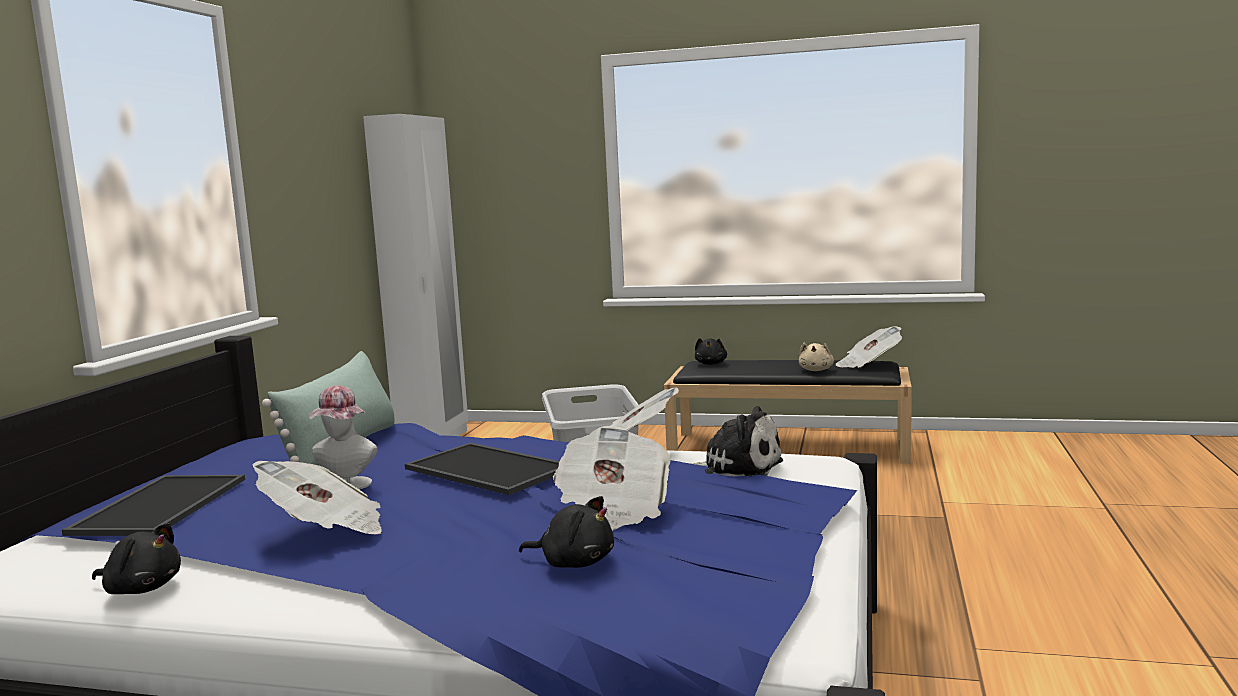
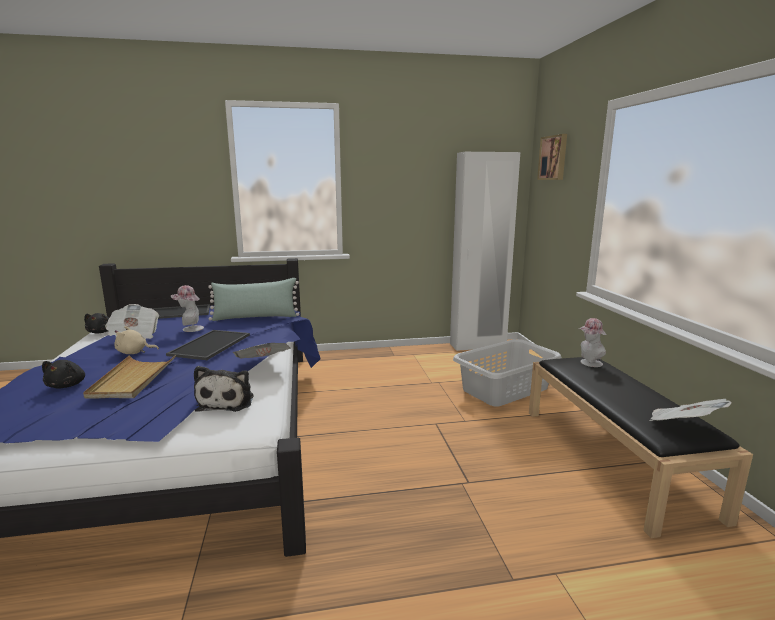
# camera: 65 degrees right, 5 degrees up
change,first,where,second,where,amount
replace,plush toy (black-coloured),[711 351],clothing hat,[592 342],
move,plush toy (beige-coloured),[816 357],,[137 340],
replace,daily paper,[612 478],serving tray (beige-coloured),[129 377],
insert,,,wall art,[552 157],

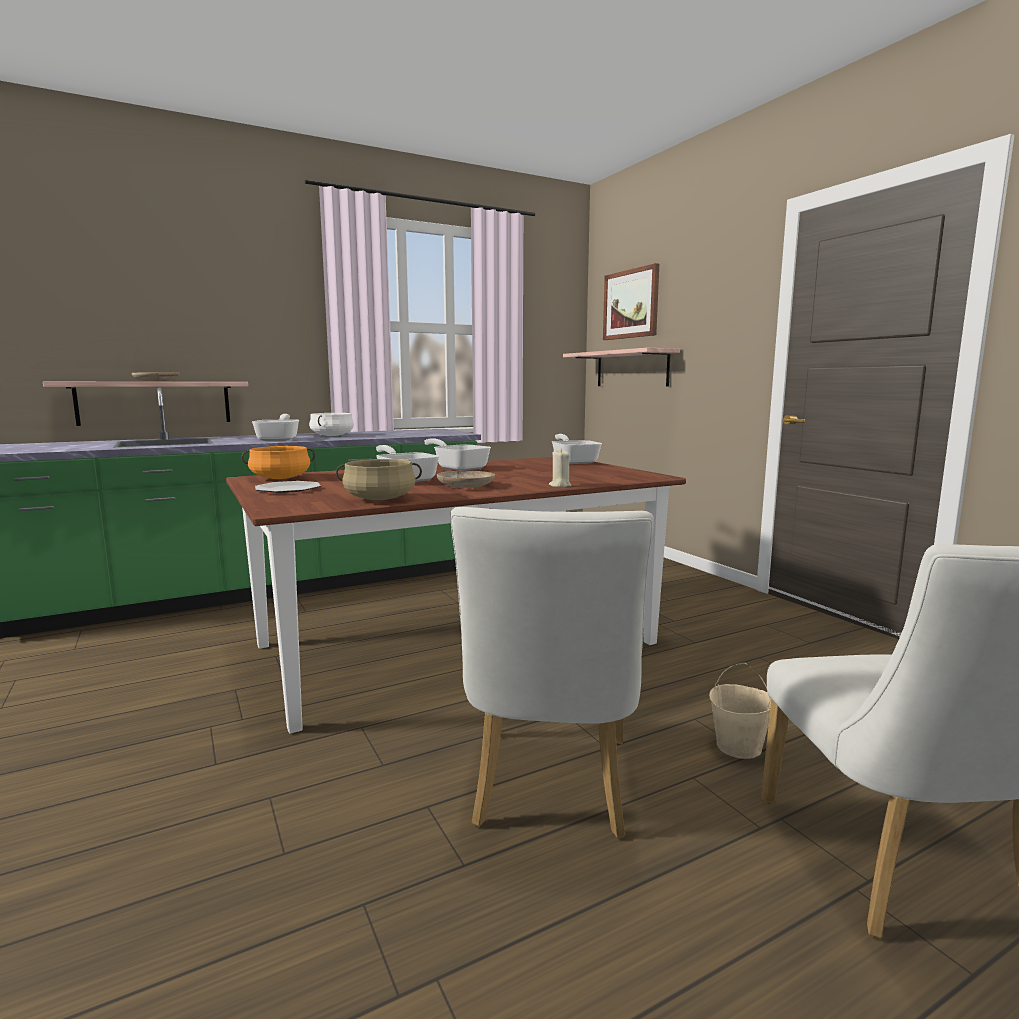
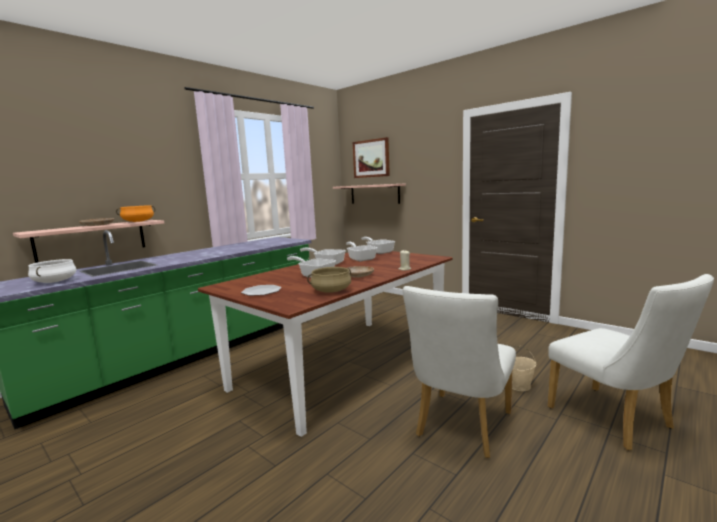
# camera: 20 degrees left, 0 degrees up
change,first,where,second,where,amount
move,stockpot (white-coloured),[331 424],,[52 271],
move,skillet,[275 427],,[361 251],
move,stockpot (orangey),[278 462],,[135 213],
rotate,plain chair (white-coloured),[552 672],,[459 372],45 degrees clockwise

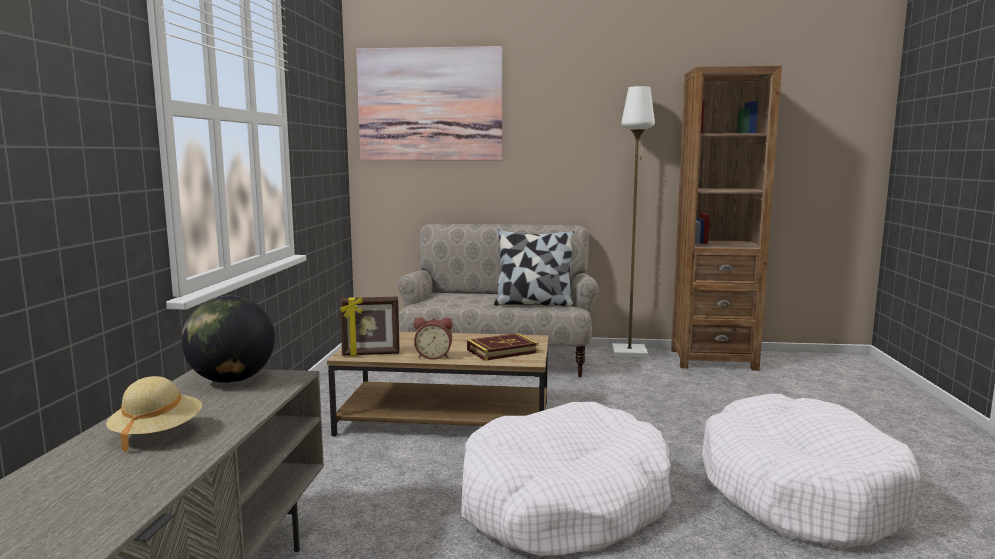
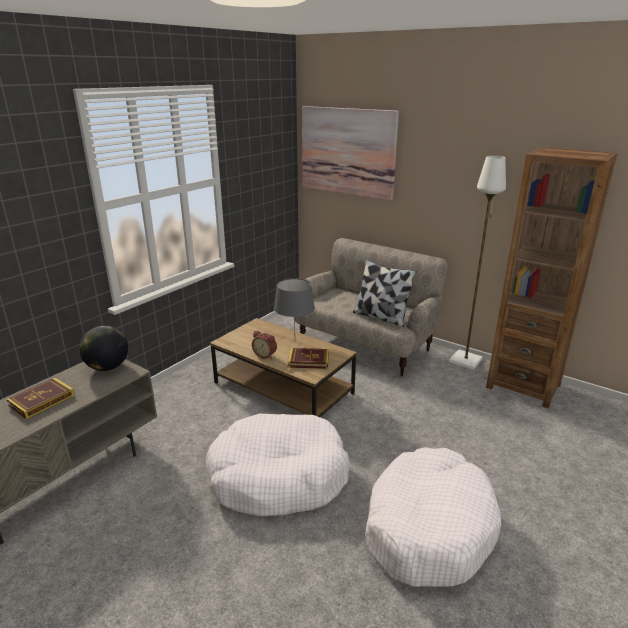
# camera: 30 degrees right, 15 degrees up
change,first,where,second,where,amount
delete,picture frame,[370 326],,,
replace,clothing hat (beige-coloured),[154 414],bound book,[41 398],
insert,,,tabletop lamp (grey),[294 304],

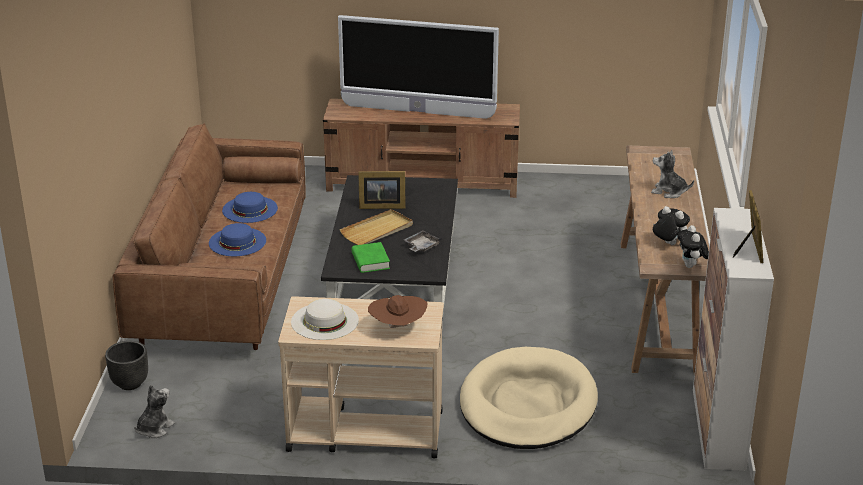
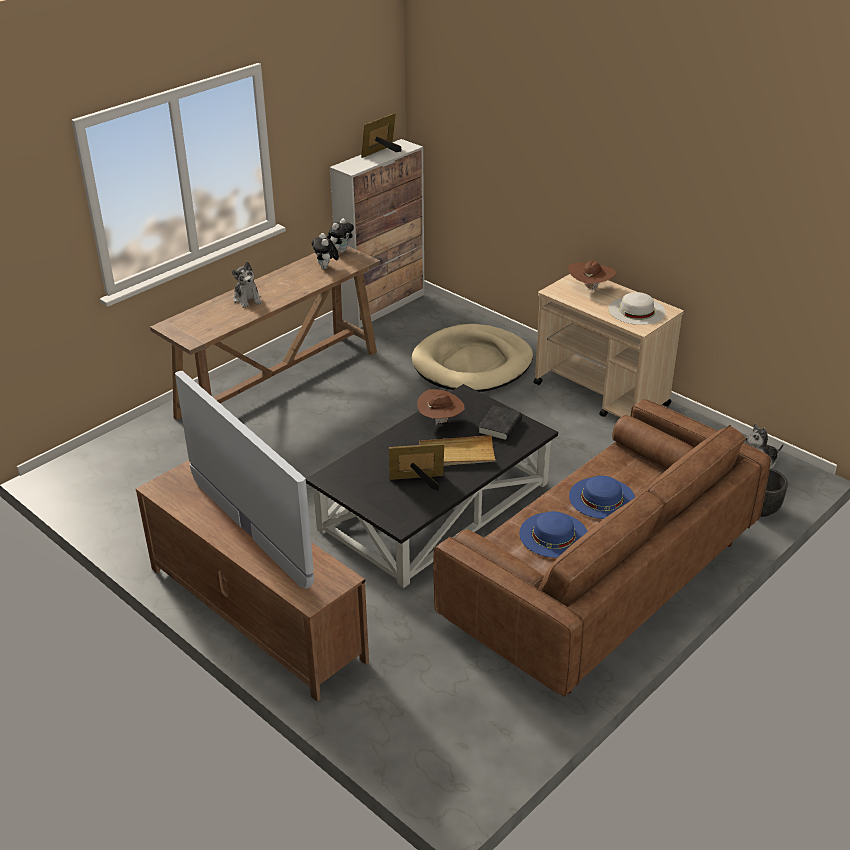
# camera: 140 degrees left, 5 degrees up
change,first,where,second,where,amount
rotate,picture frame,[381 190],,[416 467],45 degrees counterclockwise
replace,serving tray (grey),[423 241],clothing hat (brown),[441 407],
recolor,bound book (greenish),[371 257],bound book (black-coloured),[500 423],

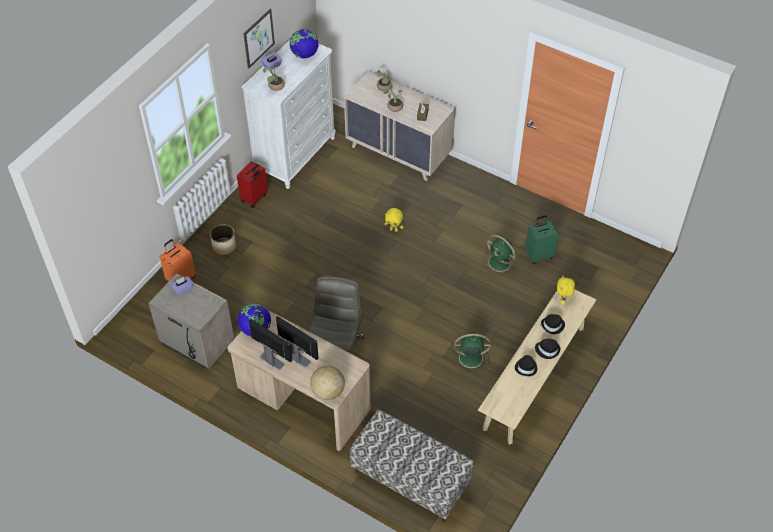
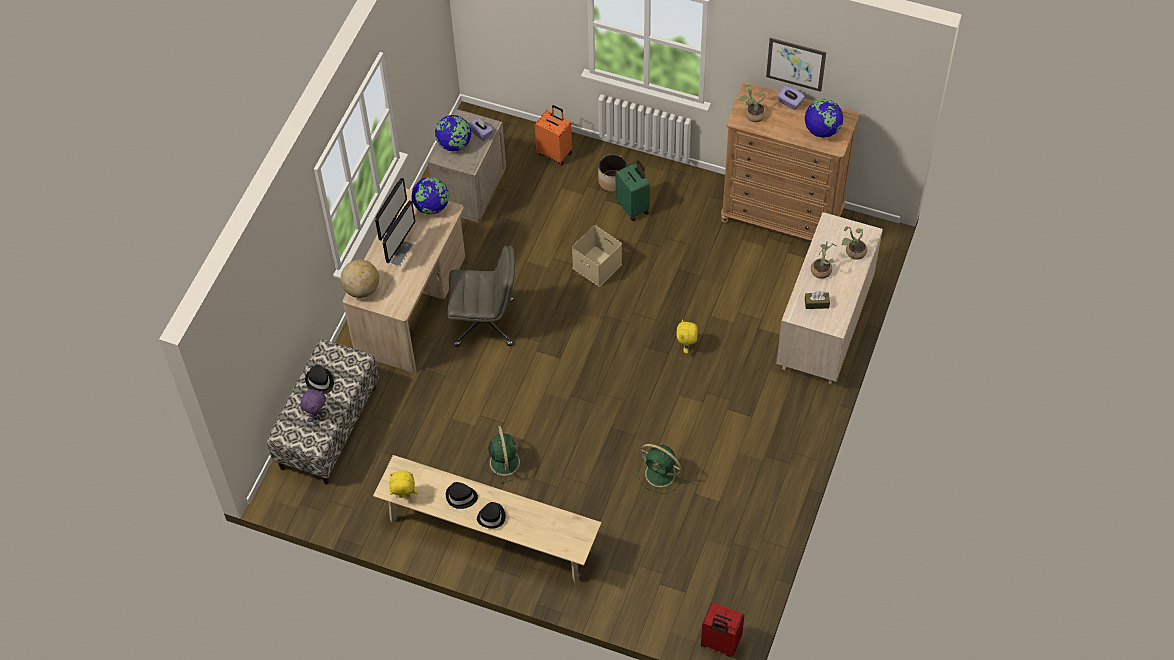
# camera: 80 degrees right, 5 degrees up
change,first,where,second,where,amount
recolor,dresser (white-coloured),[289 114],dresser (brown),[790 161],
move,suitcase (red-coloured),[252 185],,[722 630],
move,suitcase (greenish),[542 239],,[633 191],
rotate,electric fan (greenish),[500 255],,[661 469],90 degrees counterclockwise
move,plush toy (yellow-coloured),[566 290],,[403 485],
move,clothing hat (black-coloured),[553 324],,[319 379],
insert,,,globe,[453 133],
insert,,,storage container (beige-coloured),[597 256],
insert,,,plush toy (purple-coloured),[313 405],

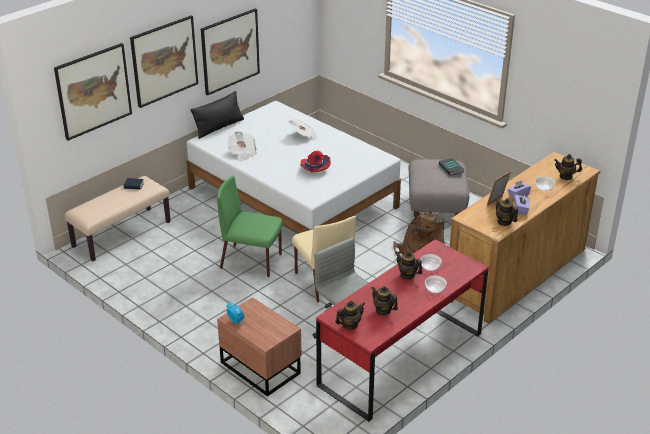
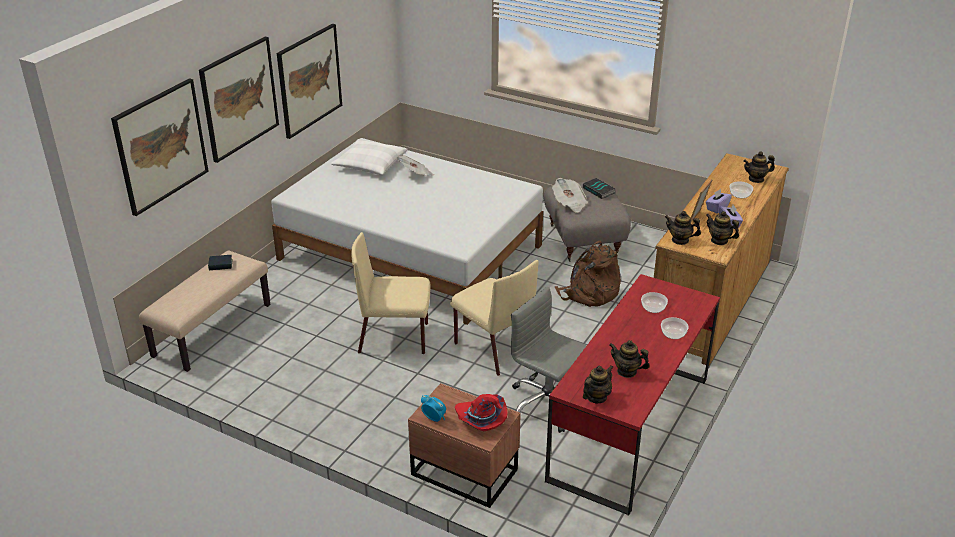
# camera: 15 degrees left, 0 degrees up
change,first,where,second,where,amount
delete,cushion (black-coloured),[217 115],,,
move,daily paper,[242 146],,[570 195],
move,clothing hat (red-coloured),[315 161],,[481 412],
recolor,plain chair (greenish),[250 226],plain chair (beige-coloured),[390 293],
move,teapot,[409 265],,[683 228],
insert,,,cushion (white-coloured),[369 157],

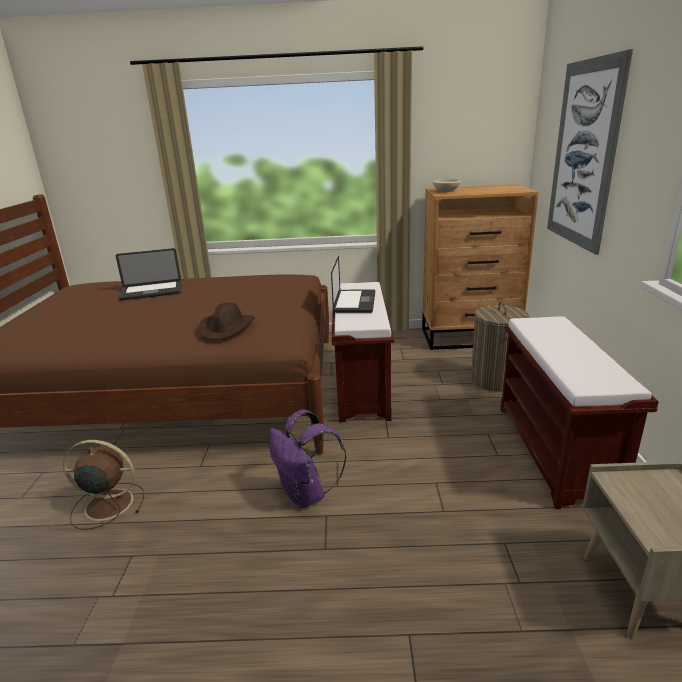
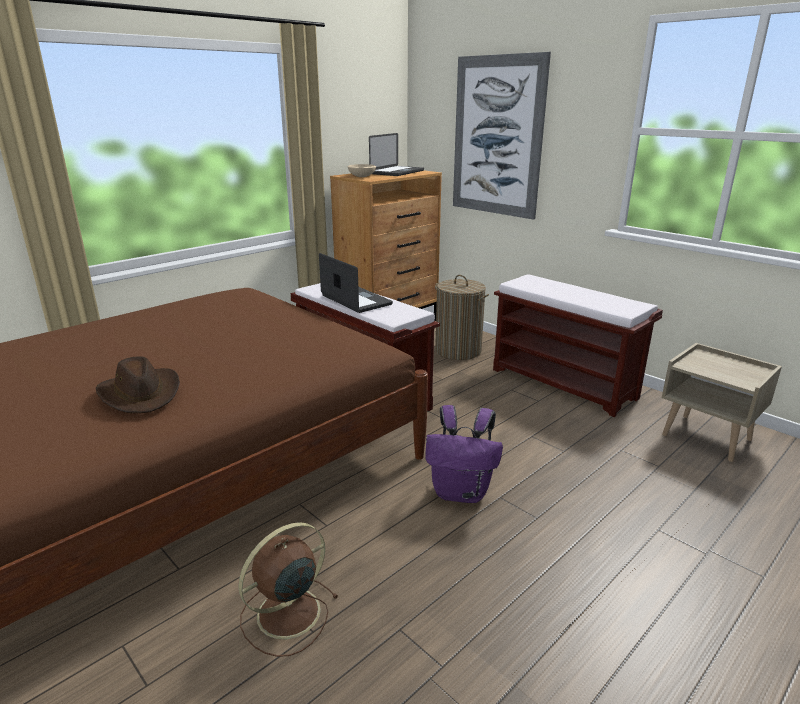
# camera: 45 degrees left, 0 degrees up
change,first,where,second,where,amount
move,portable computer,[148 274],,[396 154],
move,clothing hat (brown),[226 321],,[138 384],

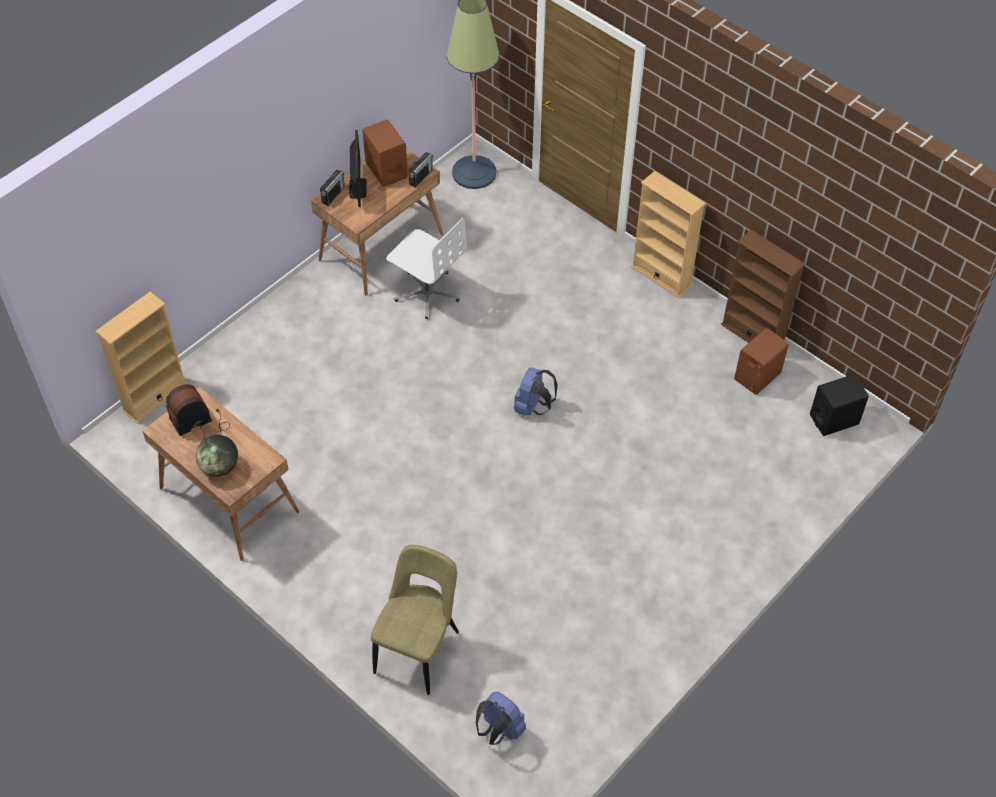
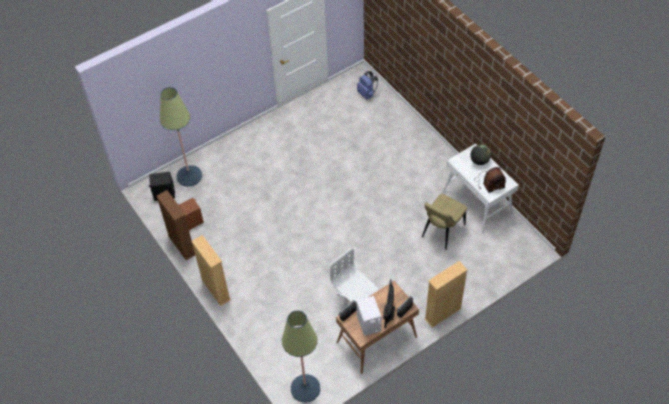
# camera: 165 degrees left, 0 degrees up
change,first,where,second,where,amount
recolor,audio speaker (brown),[385 153],audio speaker (white-coloured),[369 316],
move,bookcase (beige-coloured),[141 357],,[446 294],
delete,backpack (blue-coloured),[536 392],,,
recolor,desk (brown),[220 474],desk (white-coloured),[481 188],
move,plain chair (beige-coloured),[415 620],,[444 222],
insert,,,standard lamp,[181 137],

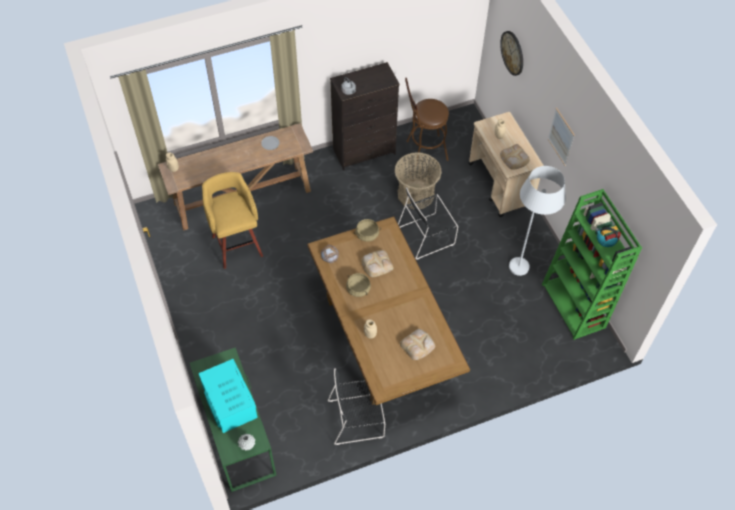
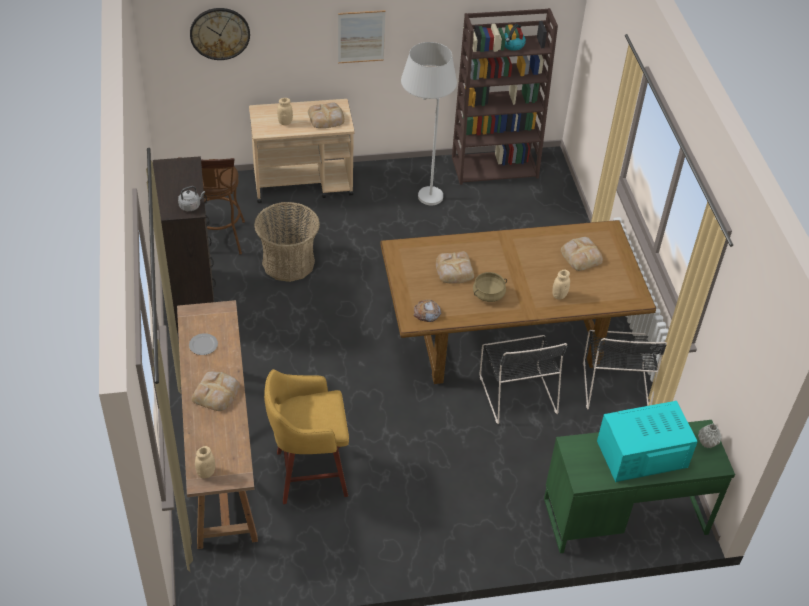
# camera: 80 degrees left, 10 degrees down
change,first,where,second,where,amount
move,plain chair (black-coloured),[428 223],,[524 379],
recolor,bookcase (greenish),[592 264],bookcase (brown),[505 96],
delete,stockpot (beige-coloured),[367 230],,,
insert,,,baked bread,[216 391],

